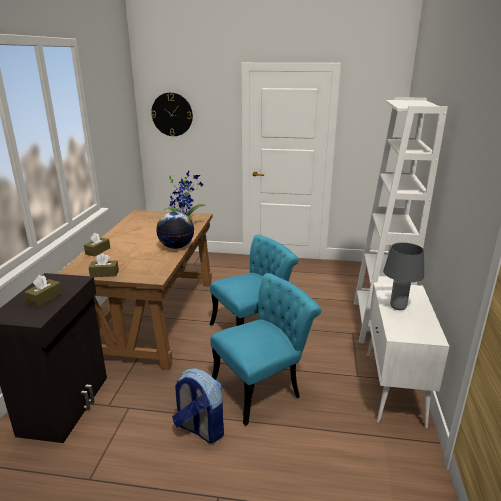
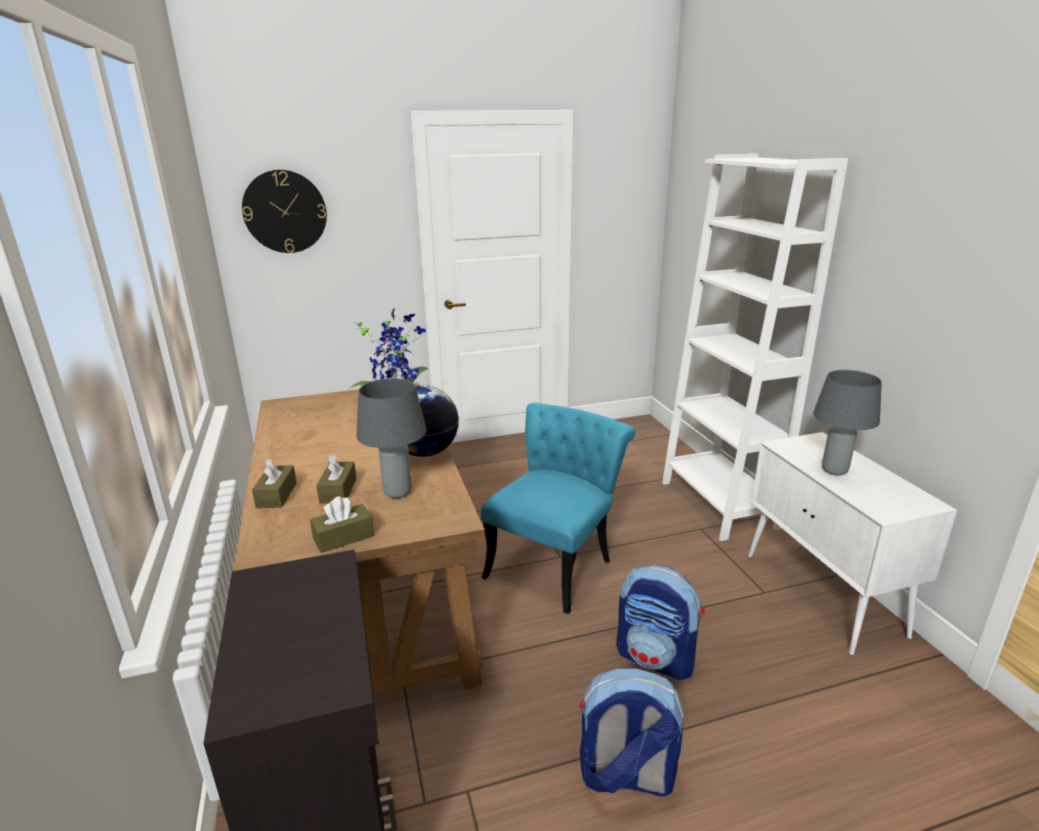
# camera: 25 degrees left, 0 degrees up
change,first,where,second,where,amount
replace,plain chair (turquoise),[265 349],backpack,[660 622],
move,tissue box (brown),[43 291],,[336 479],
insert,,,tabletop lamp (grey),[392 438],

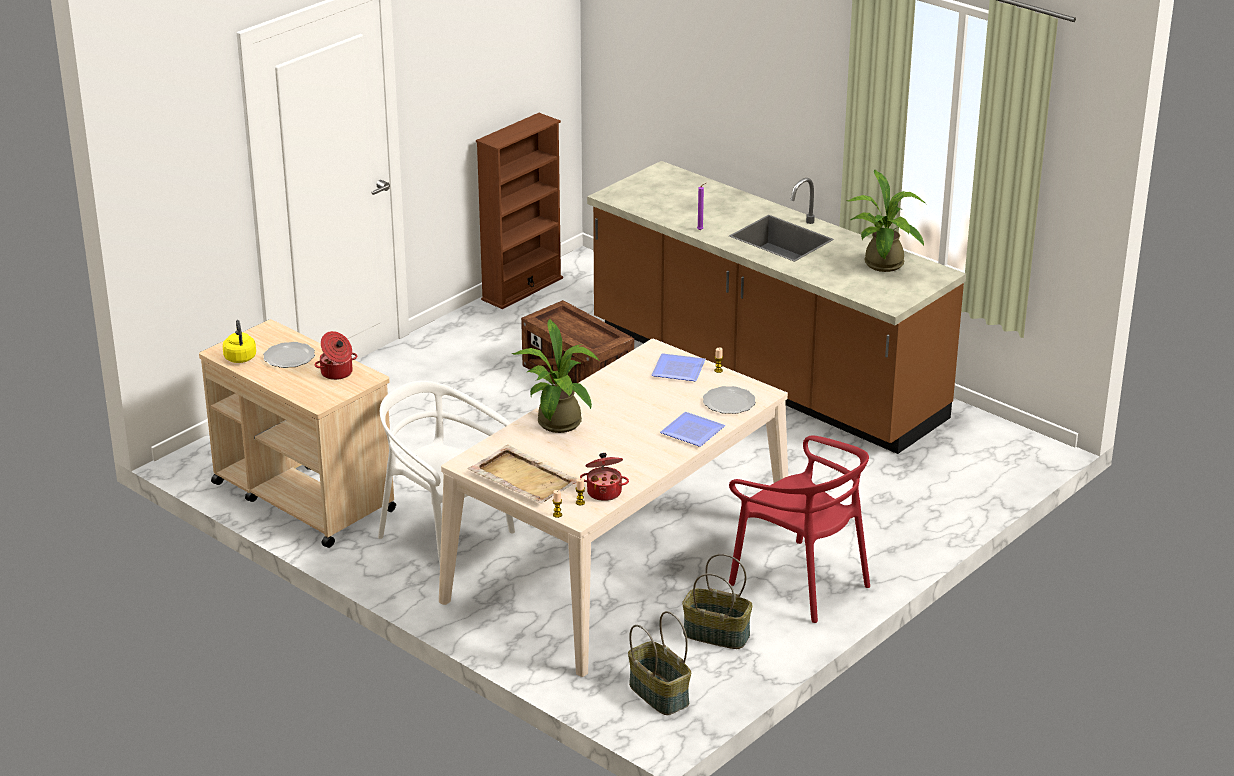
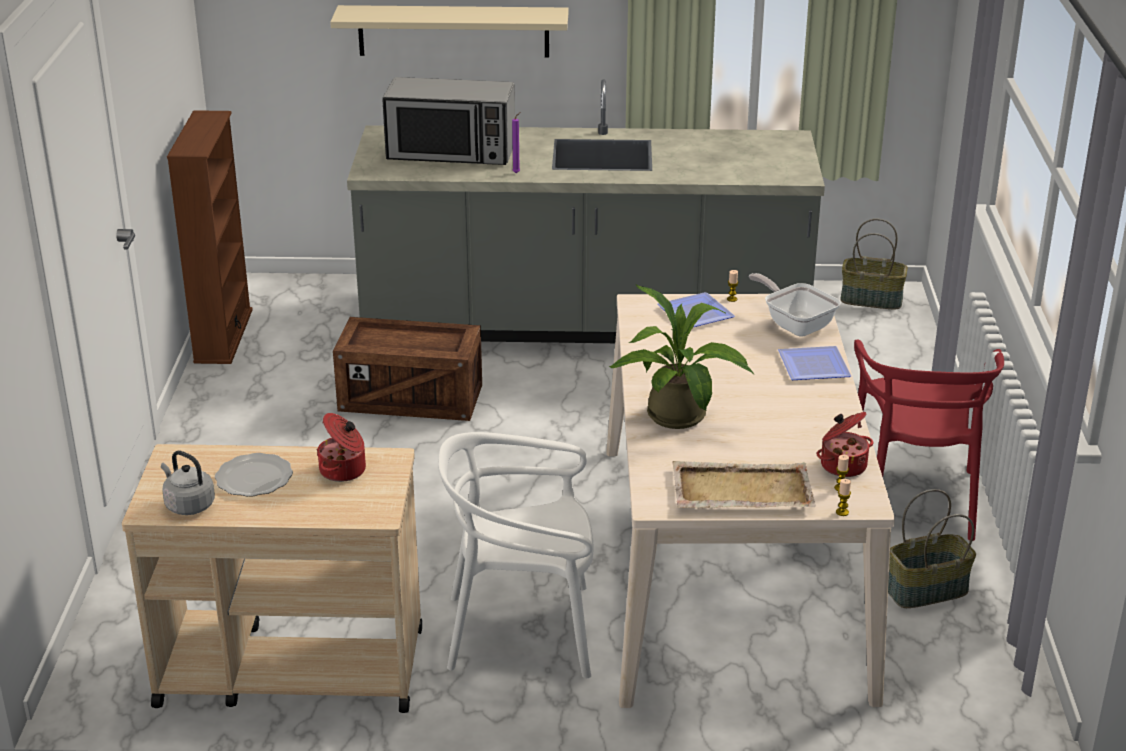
# camera: 40 degrees left, 0 degrees up
change,first,where,second,where,amount
recolor,kitchen counter (brown),[776 307],kitchen counter (grey),[586 211],
delete,plant in a pot,[886 221],,,
recolor,water kettle (yellow-coloured),[239 341],water kettle (grey),[188 483],
replace,dinner plate,[729 400],skillet,[795 305],
rotate,plain chair (red-coloured),[799 529],,[929 440],90 degrees clockwise
move,basket,[659 663],,[874 264],
insert,,,shelf (beige-coloured),[449 31],
insert,,,microwave oven,[448 121],

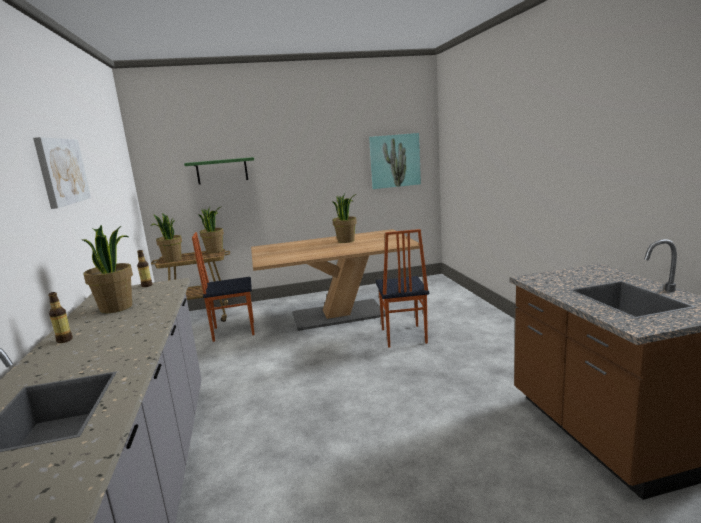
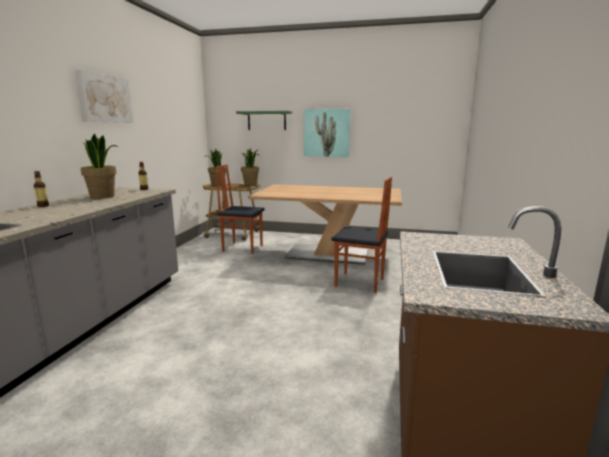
# camera: 25 degrees right, 0 degrees up
change,first,where,second,where,amount
move,wall art,[395 161],,[327 133],
delete,plant in a pot,[344 218],,,
rotate,plain chair,[402 288],,[361 235],90 degrees counterclockwise

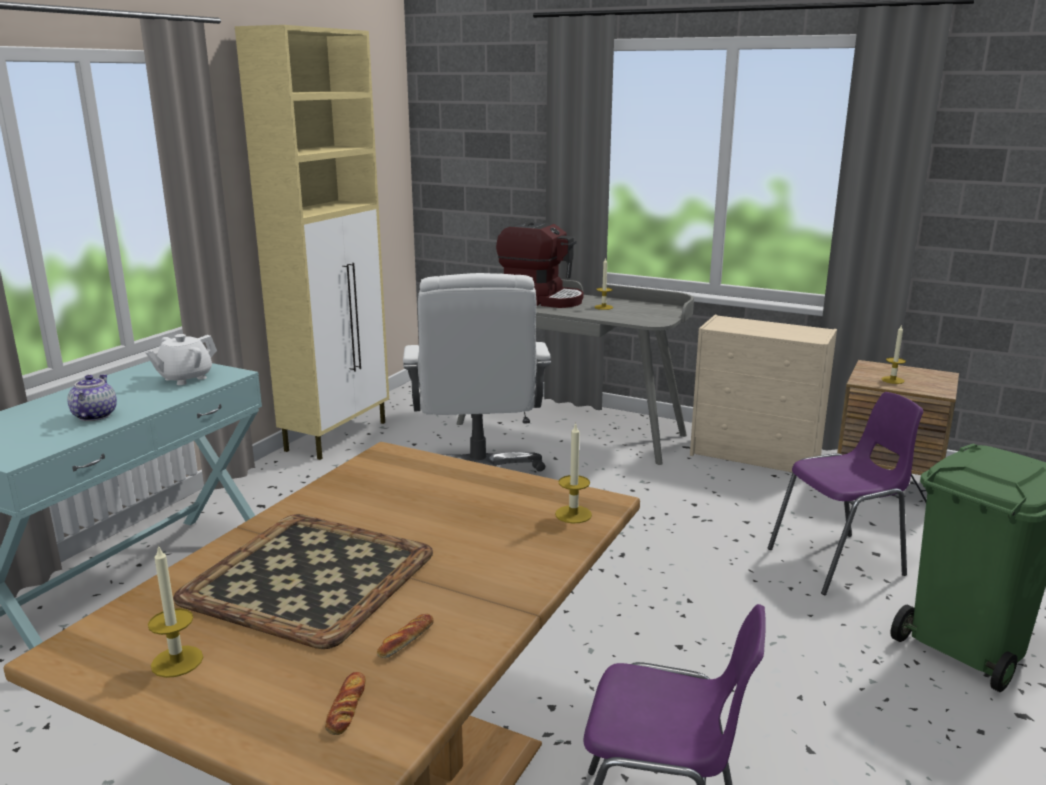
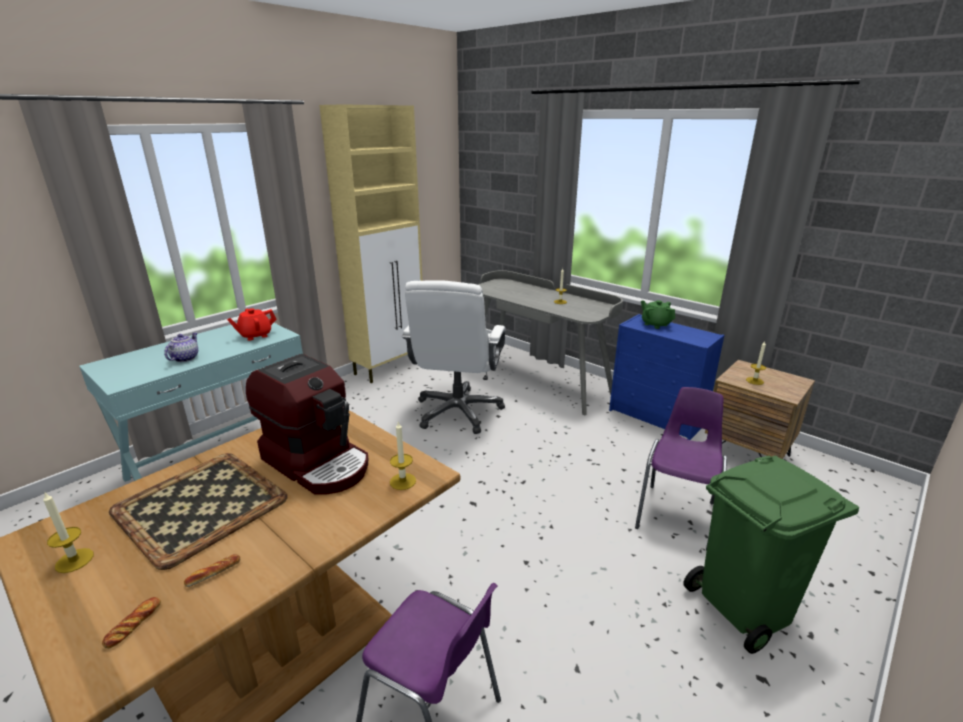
# camera: 15 degrees right, 5 degrees up
change,first,where,second,where,amount
move,coffee maker,[539 265],,[307 424],
recolor,dresser (beige-coloured),[763 394],dresser (blue-coloured),[666 377],
recolor,teapot (white-coloured),[181 359],teapot (red-coloured),[252 324],
rotate,plain chair (purple-coloured),[845 493],,[681 468],60 degrees counterclockwise
insert,,,teapot (greenish),[658 314],

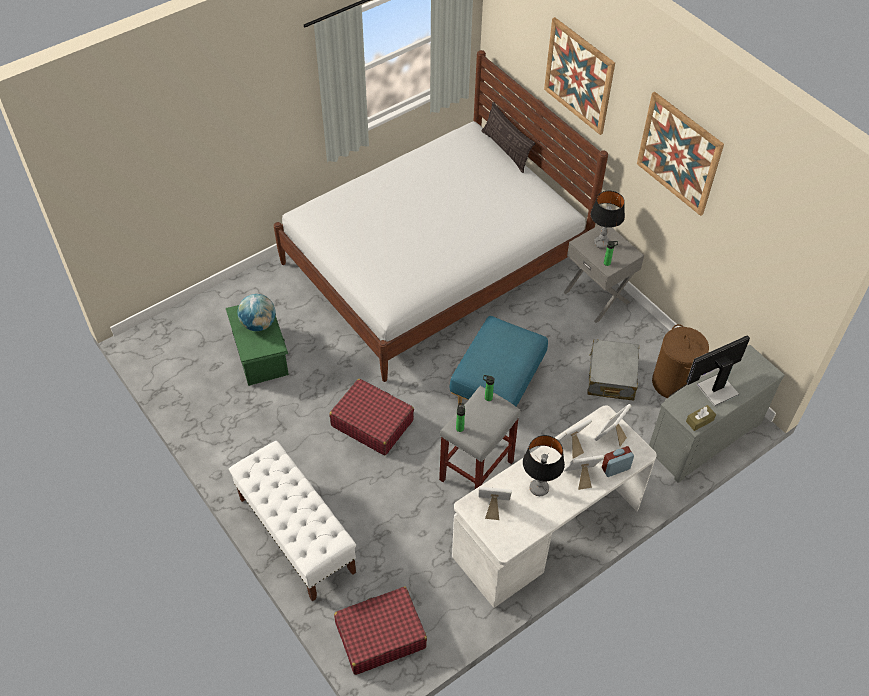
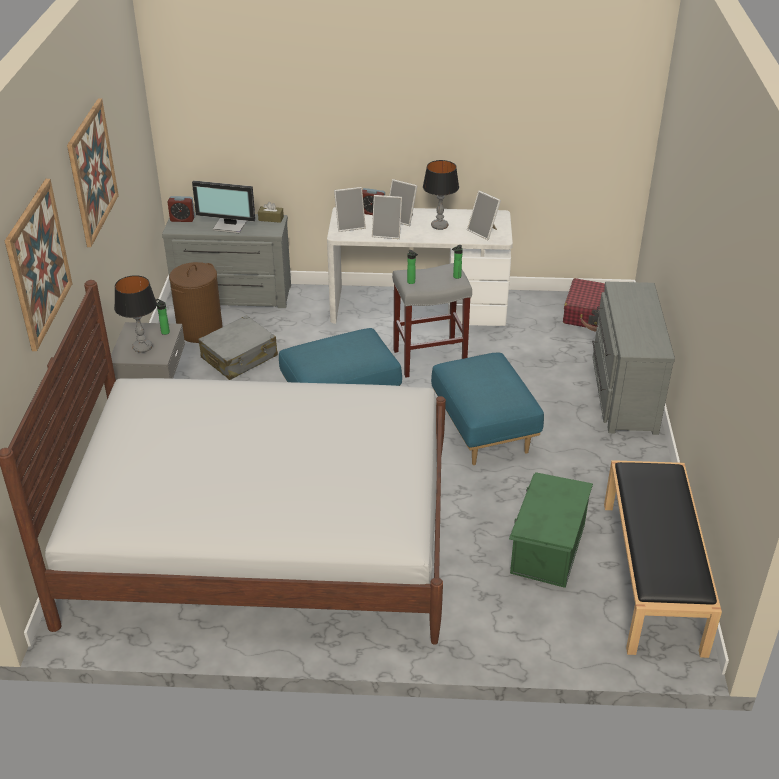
# camera: 140 degrees left, 15 degrees down
change,first,where,second,where,amount
delete,cushion,[508 137],,,
delete,globe,[257 312],,,
replace,suitcase (red-coloured),[371 417],pouffe (blue-coloured),[487 409],
replace,indoor bench (white-coloured),[292 521],dresser (grey),[633 358],
insert,,,alarm clock,[181 209],
insert,,,indoor bench (black-coloured),[663 559],

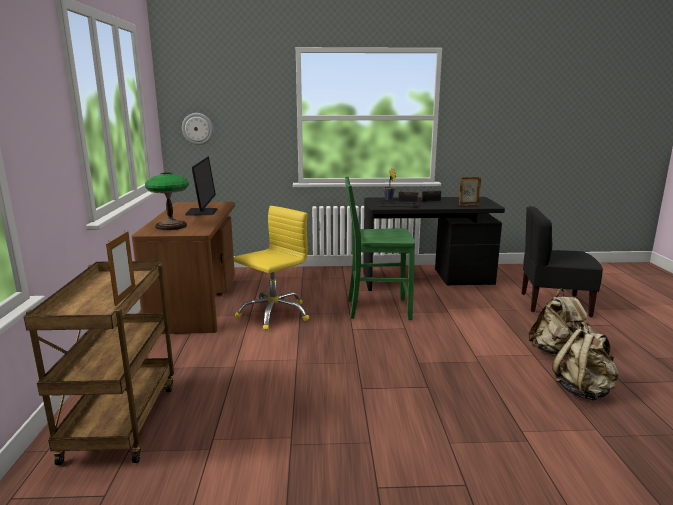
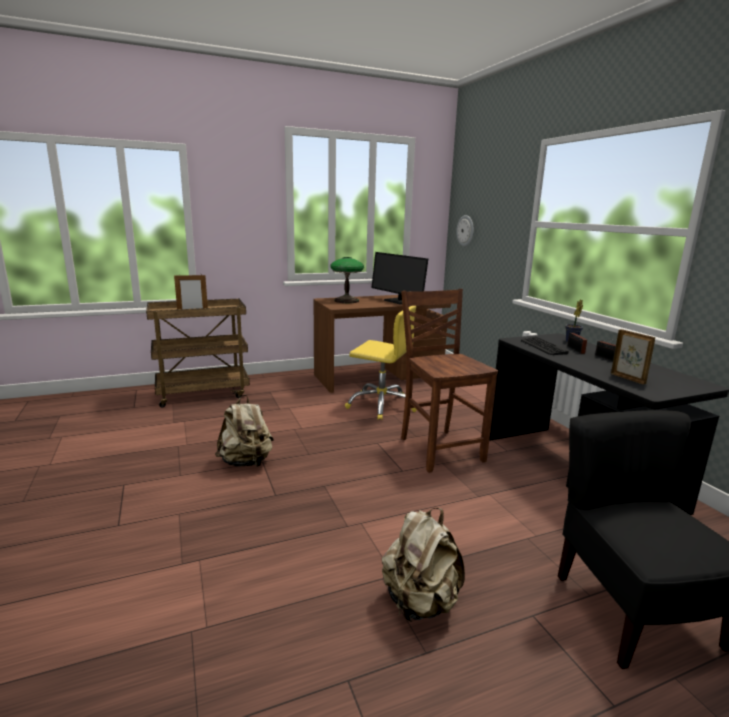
# camera: 70 degrees right, 0 degrees up
change,first,where,second,where,amount
rotate,computer screen,[201 186],,[399 278],75 degrees clockwise
recolor,plain chair (greenish),[380 248],plain chair (brown),[449 381],
move,backpack (beige-coloured),[585 361],,[244 431],

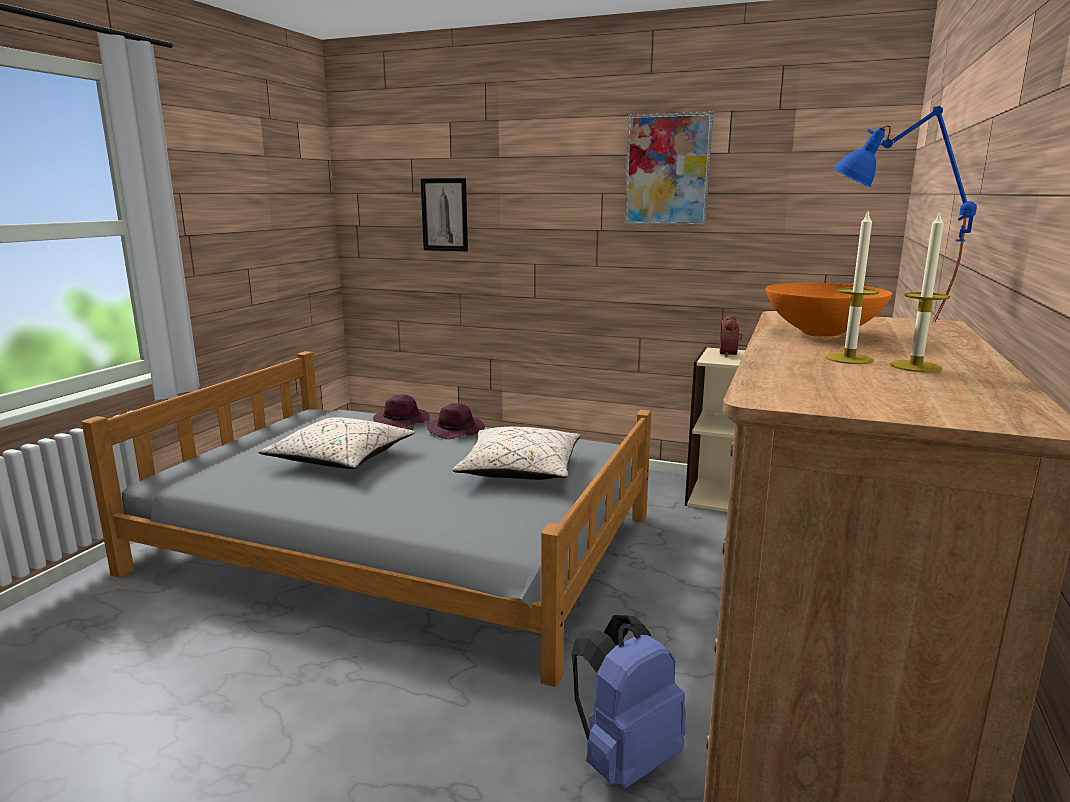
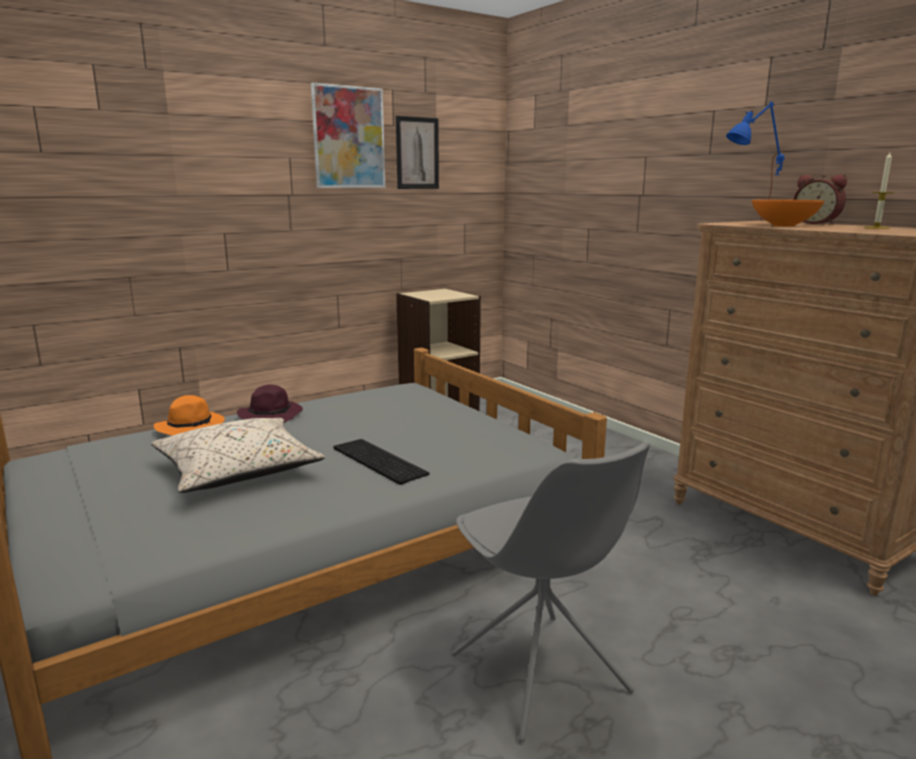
# camera: 55 degrees left, 0 degrees up
change,first,where,second,where,amount
move,wall art,[444 214],,[417 152],
delete,wax light,[852 288],,,
move,alarm clock,[731 336],,[820 199],
recolor,clothing hat (purple-coloured),[401 411],clothing hat (orangey),[189 415],
delete,cushion (beige-coloured),[517 453],,,
delete,backpack (blue-coloured),[628 702],,,
insert,,,keyboard,[381 462],
insert,,,plain chair (grey),[551 592],

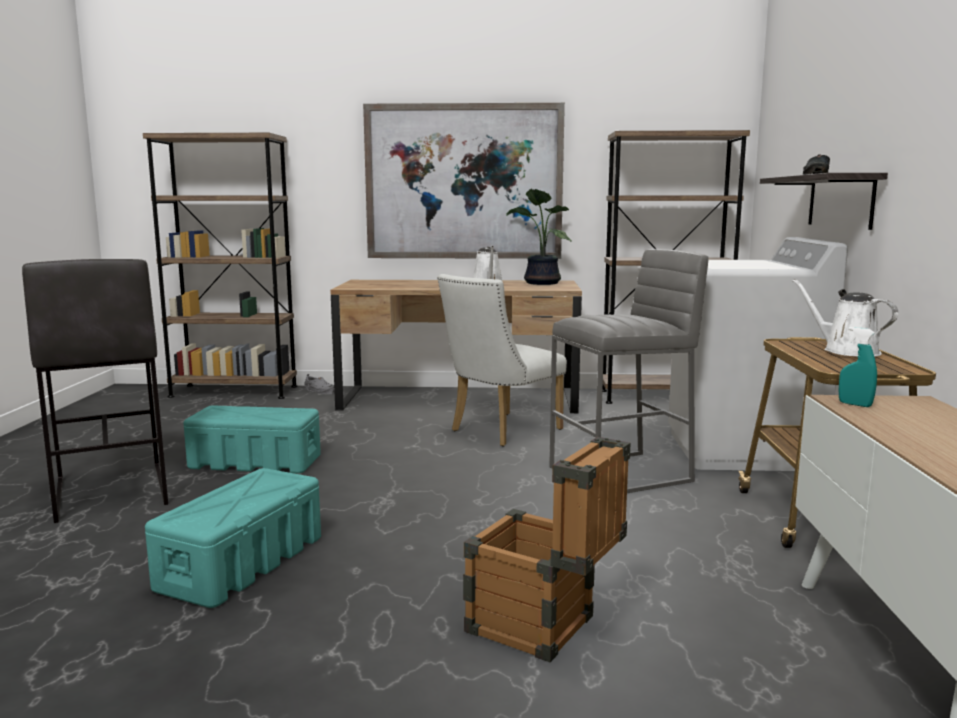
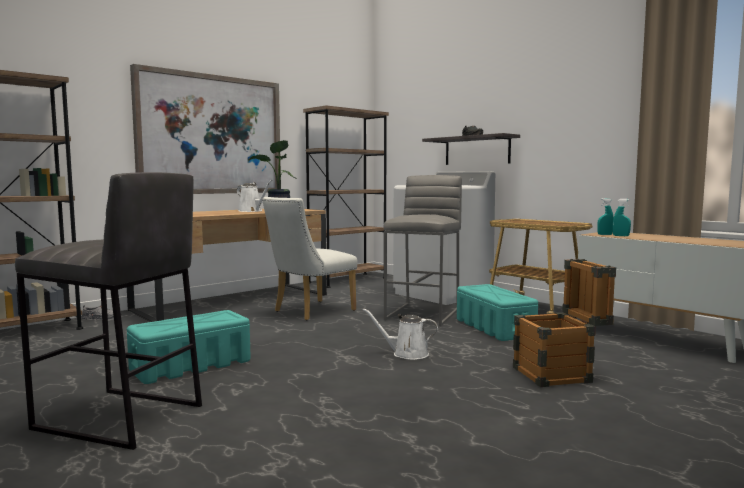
# camera: 45 degrees left, 5 degrees down
change,first,where,second,where,amount
rotate,plain chair (white-coloured),[502 360],,[309 259],45 degrees clockwise
move,sprinkling can (white-coloured),[845 318],,[400 334],
move,storage container (turquoise),[233 538],,[497 312],
insert,,,sprayer (turquoise),[622 217],

